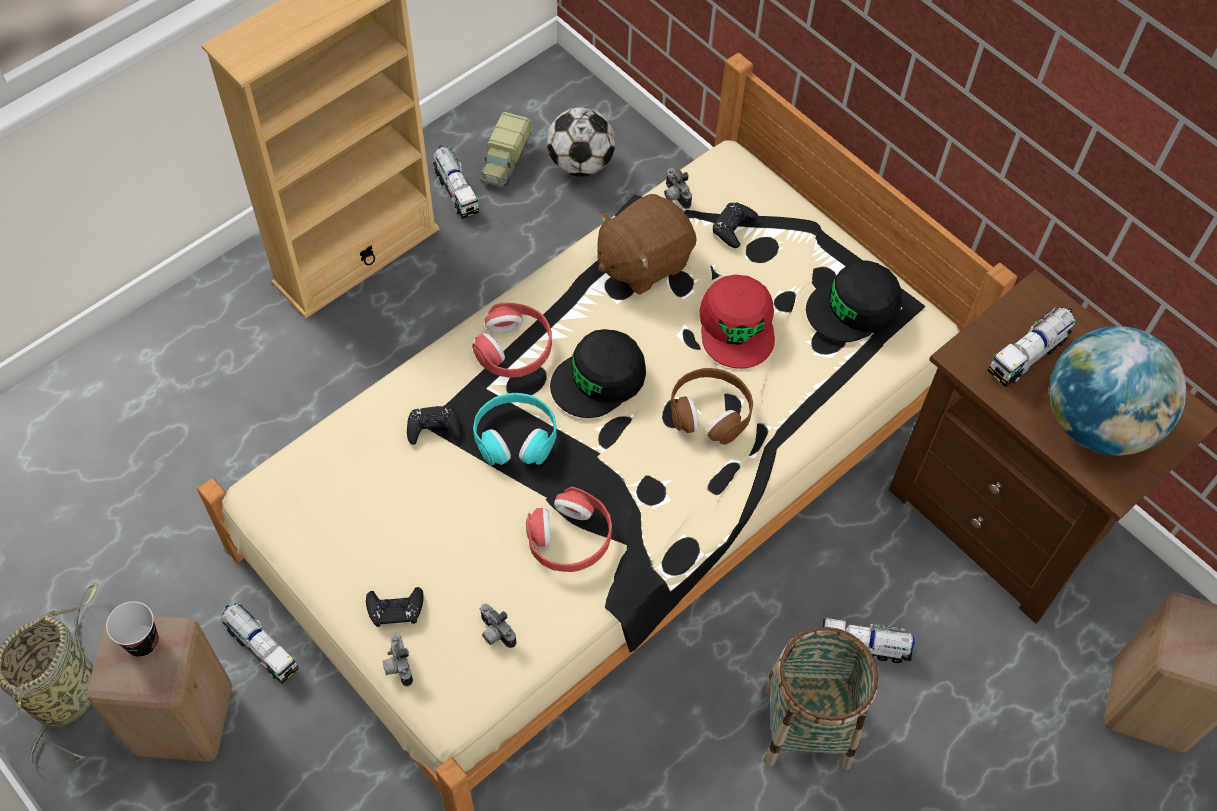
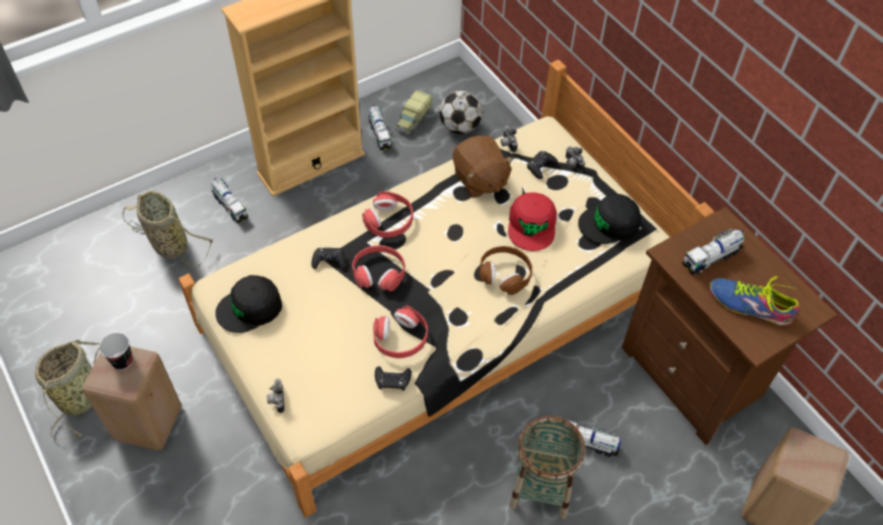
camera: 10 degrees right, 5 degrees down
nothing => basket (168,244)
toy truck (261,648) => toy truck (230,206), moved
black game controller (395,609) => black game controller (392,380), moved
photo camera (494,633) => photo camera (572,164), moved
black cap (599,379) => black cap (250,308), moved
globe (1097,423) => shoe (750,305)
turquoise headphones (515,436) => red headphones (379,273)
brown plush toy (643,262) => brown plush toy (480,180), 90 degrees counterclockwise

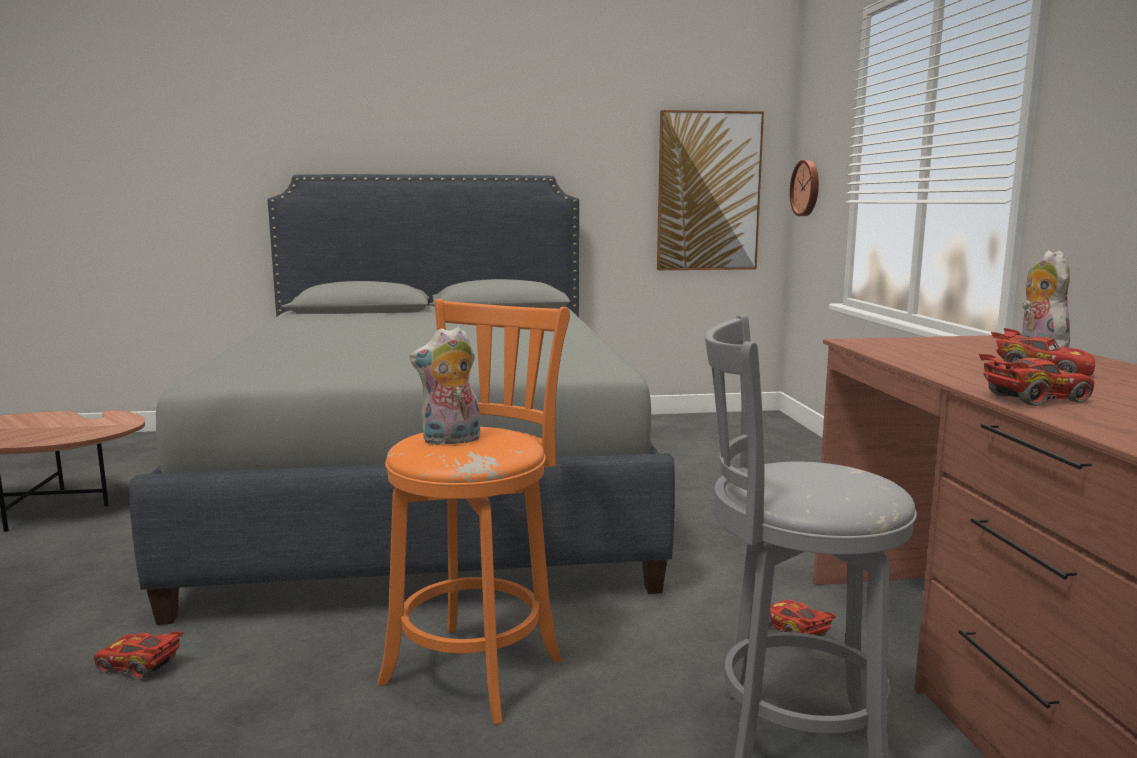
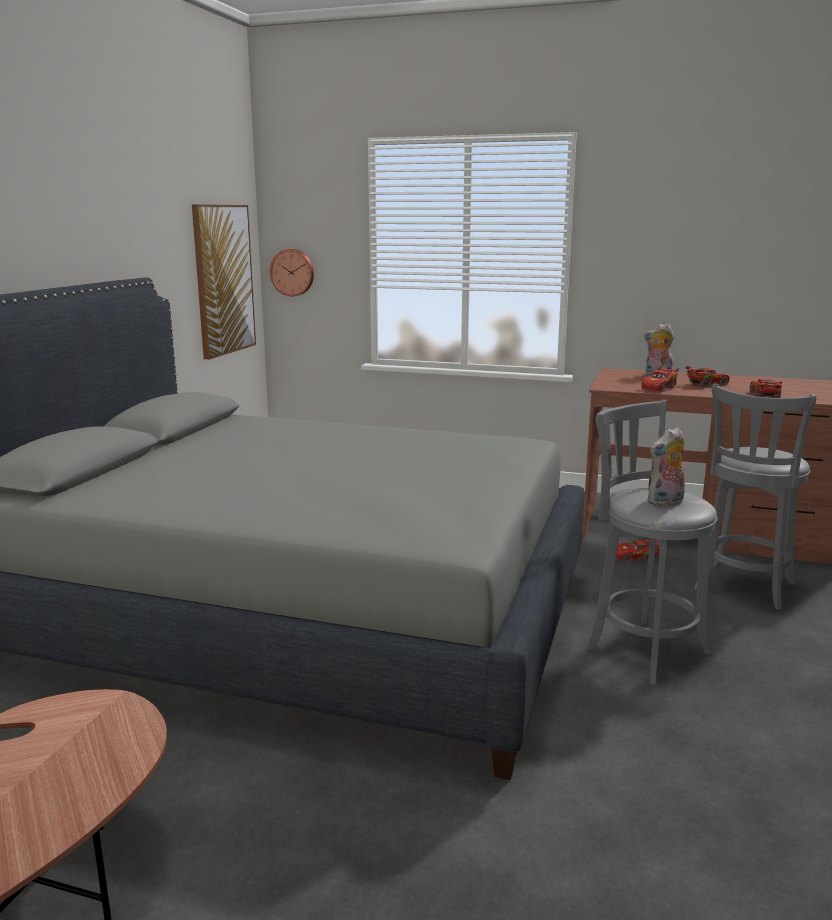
camera: 65 degrees left, 5 degrees up
red toy car (139,666) => red toy car (659,388), moved
orange stool (478,666) => grey stool (642,648)
plush toy (450,441) => plush toy (665,502), 60 degrees clockwise

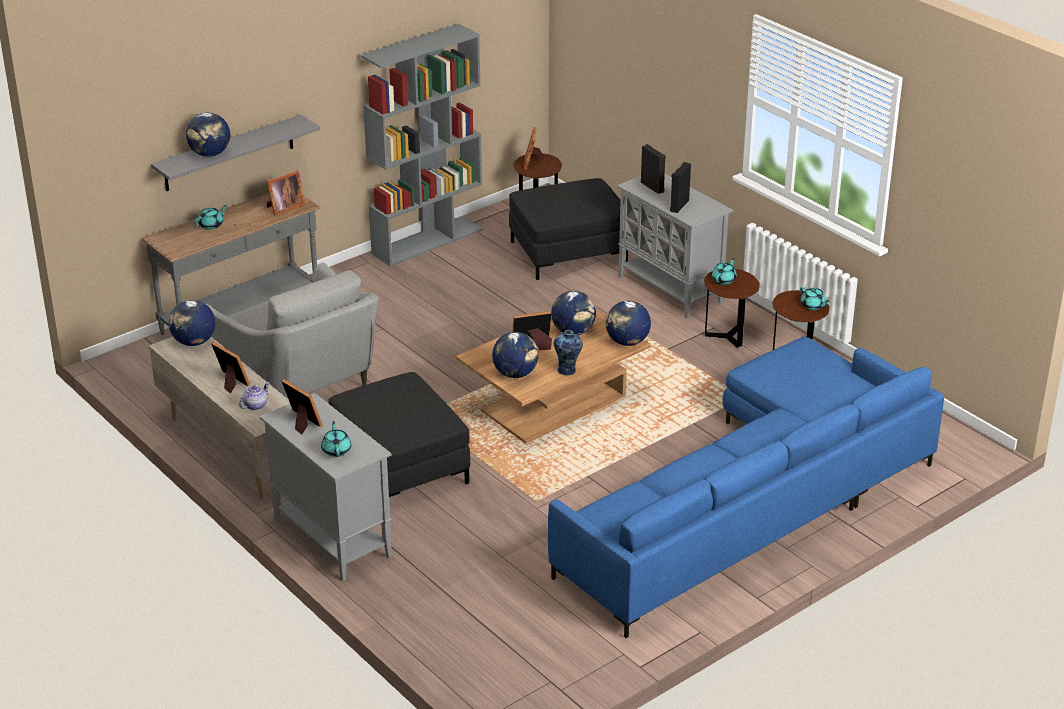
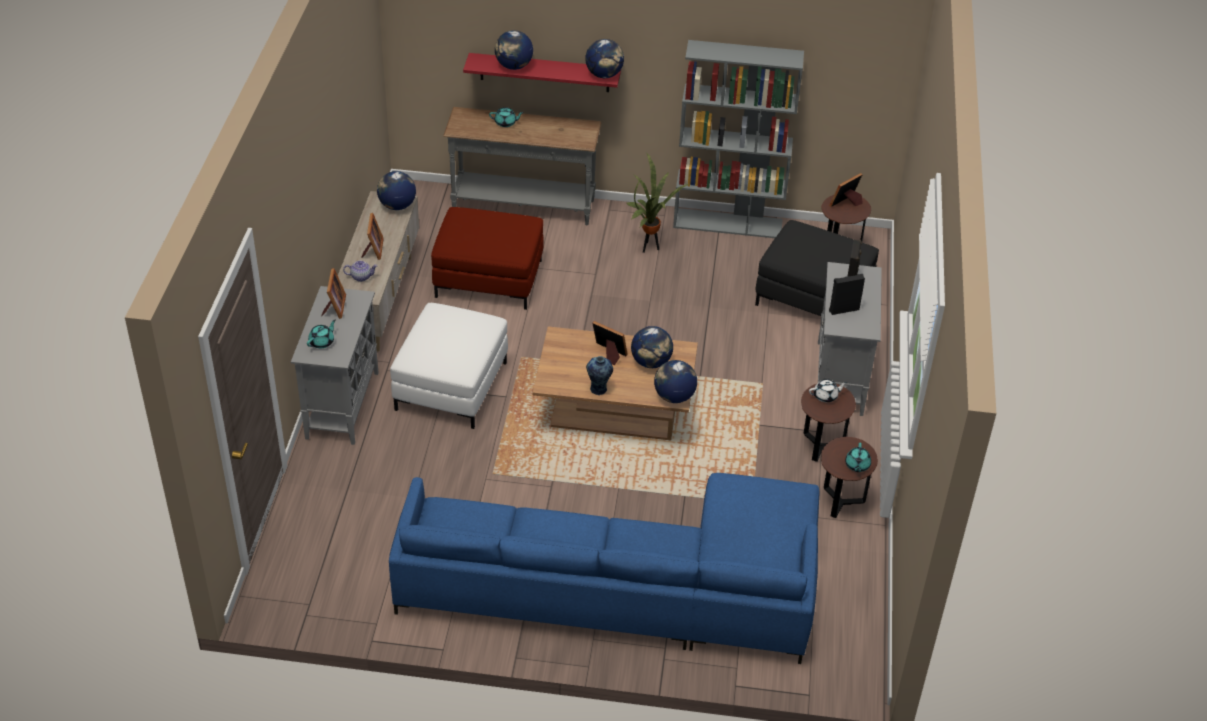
camera: 45 degrees right, 10 degrees up
picture frame (284,207) => nothing
nothing => potted plant (649,247)
globe (515,374) => globe (604,75), moved
grey armchair (300,381) => red ottoman (488,279)
grey shelf (229,153) => red shelf (544,72)
black ottoman (399,467) => white ottoman (451,385)
turquoise teapot (724,280) => white teapot (826,396)

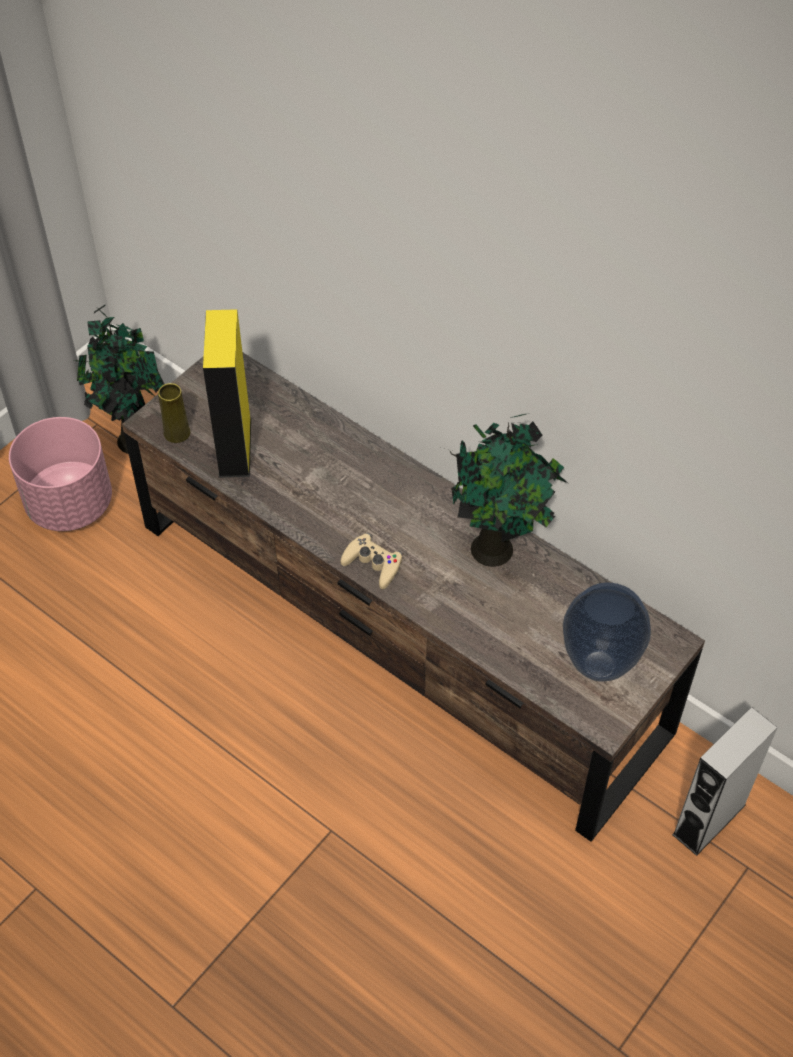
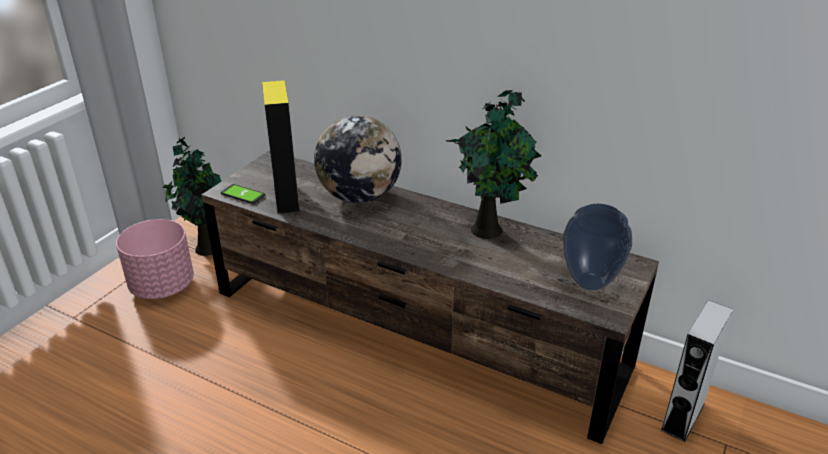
camera: 10 degrees left, 20 degrees down
beige game controller (373,564) => nothing
nothing => globe (359,196)
yellow vase (177,433) => phone (243,195)

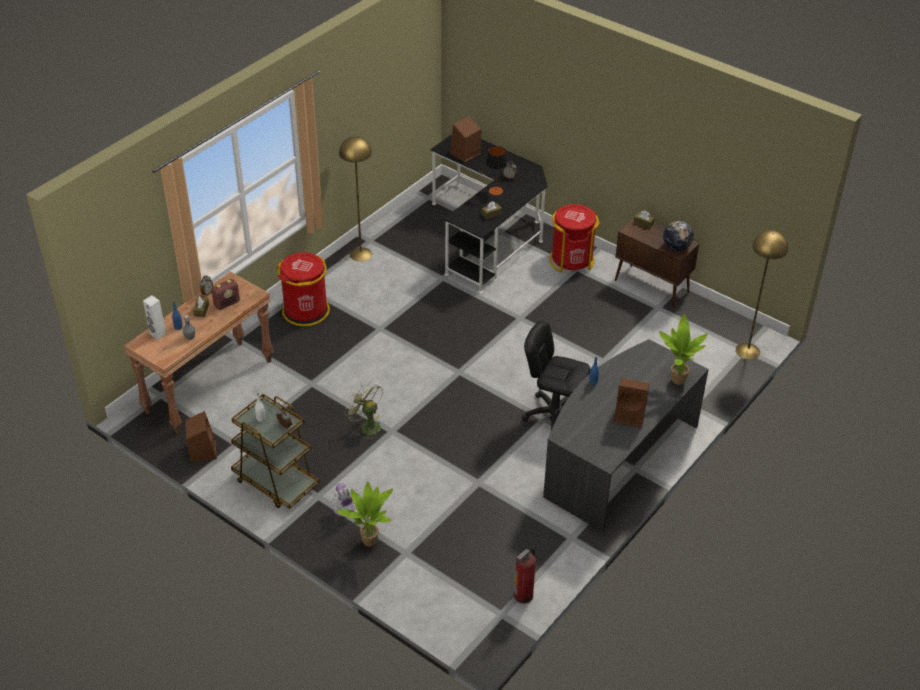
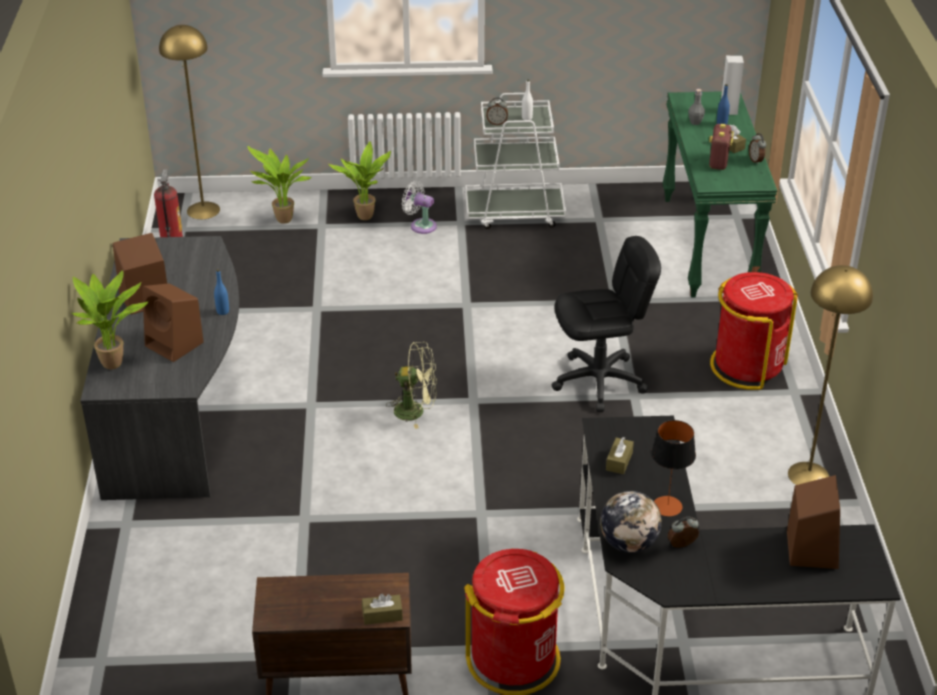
camera: 140 degrees right, 5 degrees down
nothing => potted plant (282,221)
brown speaker (202,450) => brown speaker (175,344), moved
green fan (366,426) => green fan (416,411), moved
black office chair (554,415) => black office chair (599,381), moved
globe (676,247) => globe (629,543), moved
yellow floor lamp (748,351) => yellow floor lamp (203,210), moved
brown console table (209,386) => green console table (708,246)
brown cart (275,482) => white cart (515,213)

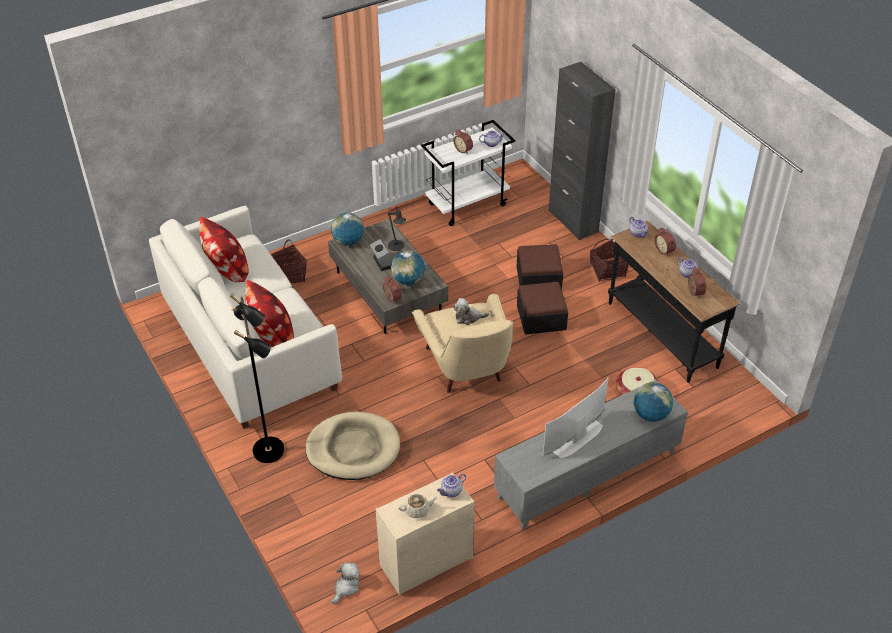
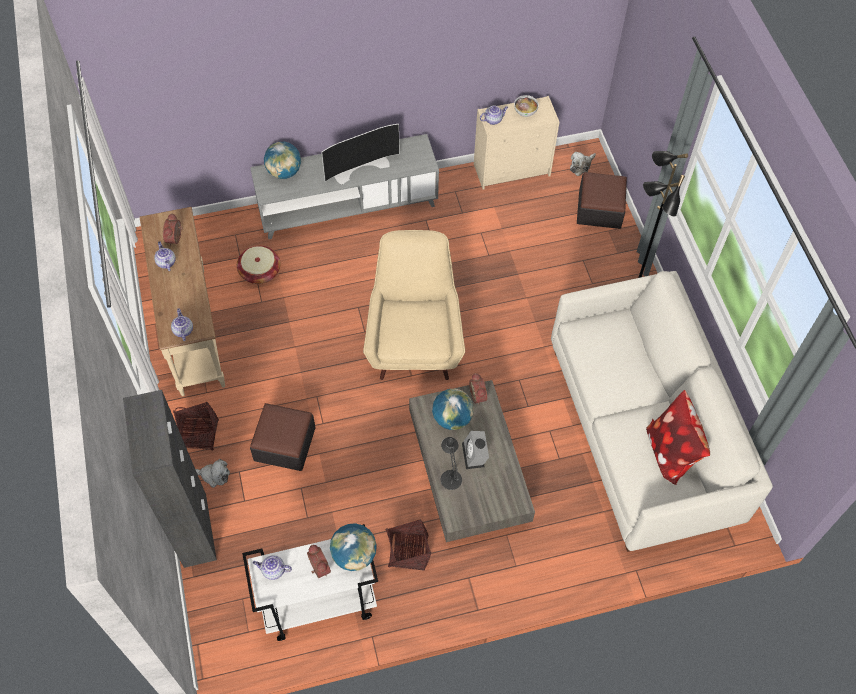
camera: 165 degrees left, 15 degrees up
pillow (272,336) => nothing
beige dog bed (353,449) => nothing
alarm clock (665,250) => nothing
basket (290,275) => basket (408,552), moved
globe (348,241) => globe (354,555), moved
plush toy (468,317) => plush toy (214,475), moved
ottoman (541,318) => ottoman (599,209), moved
beige teapot (417,510) => bowl (525,112)
black console table (661,335) => beige console table (194,330)

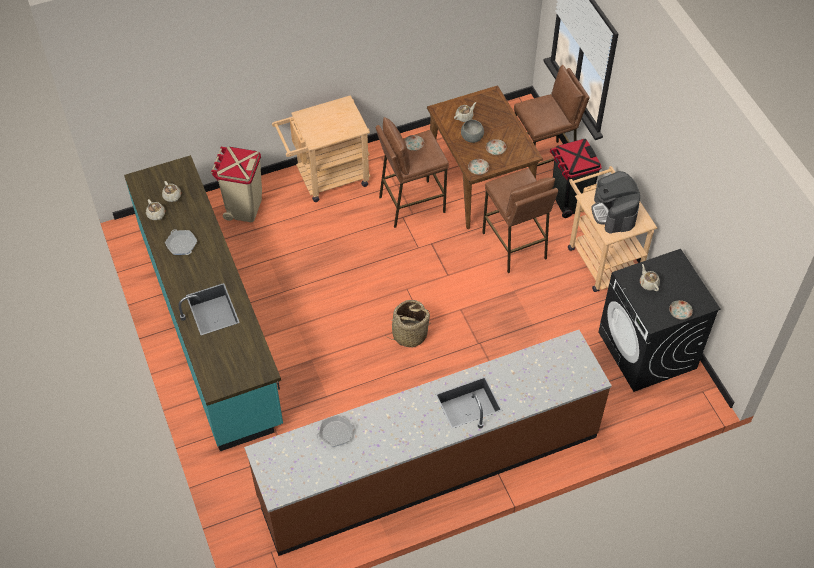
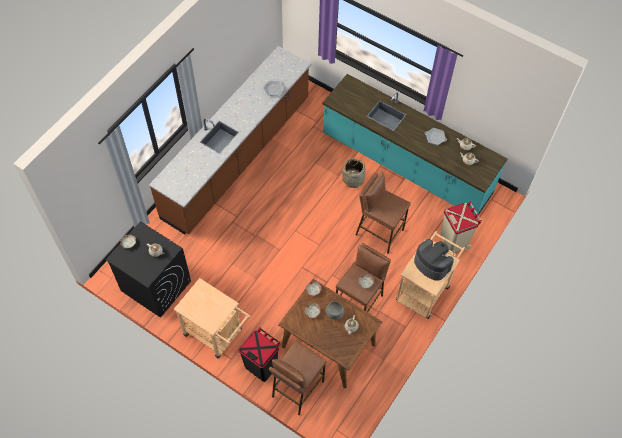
camera: 145 degrees right, 5 degrees up
basket (409,334) => basket (353,179), moved
brown stool (514,245) => brown stool (379,232), moved
coffee machine (614,213) => coffee machine (431,264), moved

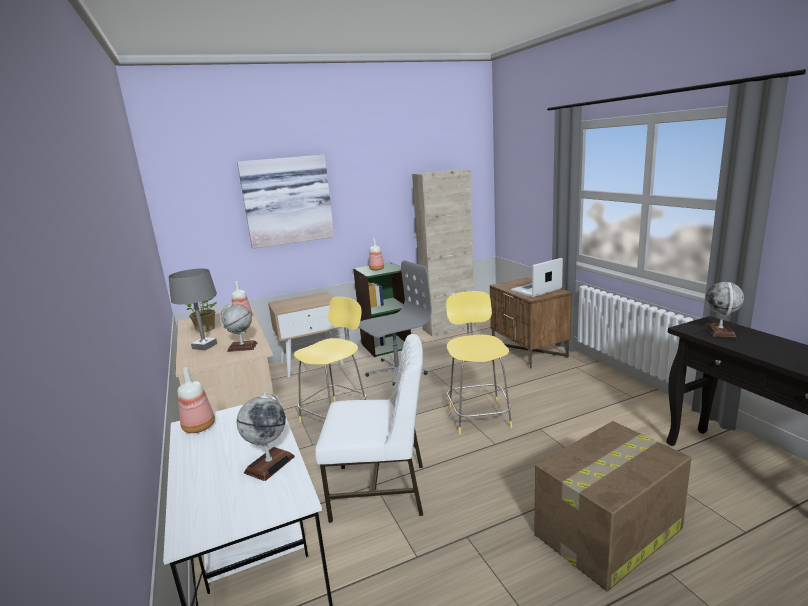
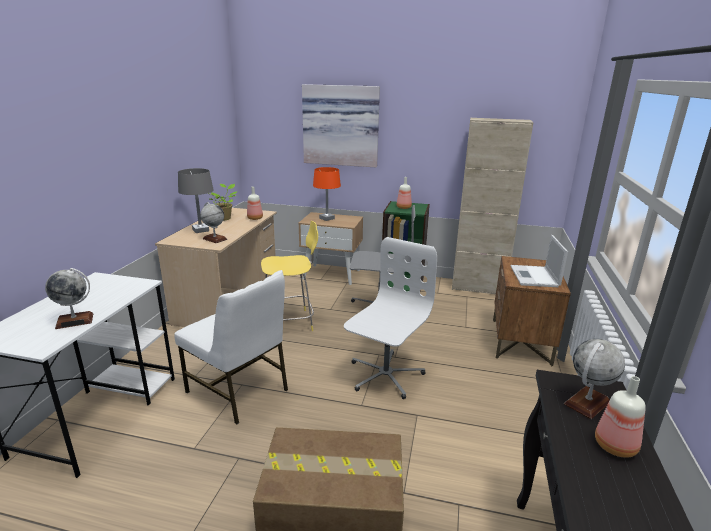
camera: 35 degrees right, 5 degrees up
nothing => orange table lamp (327,218)
bottle (199,426) => bottle (615,445), moved
yellow stool (478,415) => white office chair (385,375)
laptop (535,290) => laptop (534,277), 90 degrees counterclockwise

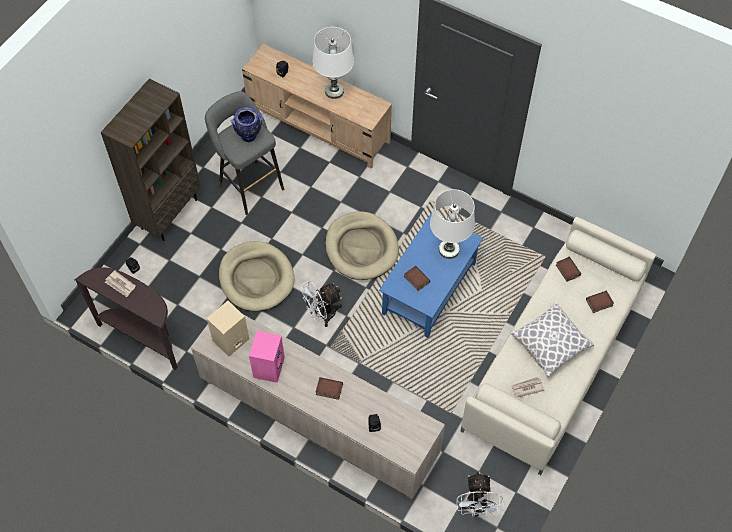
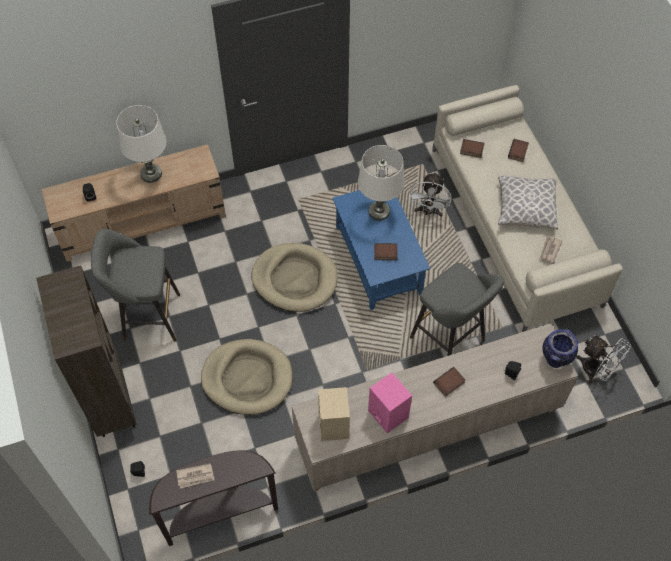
camera: 50 degrees left, 0 degrees up
nothing => grey stool (450,341)
vase (249,136) => vase (555,359), moved
white fan (322,314) => white fan (428,211), moved

